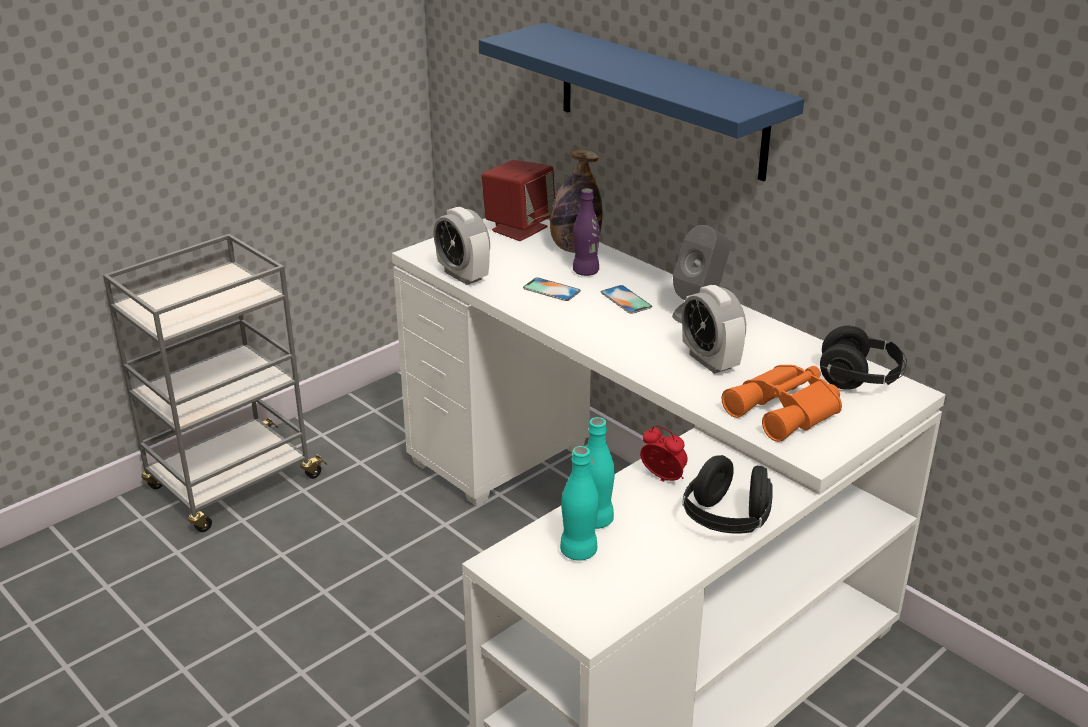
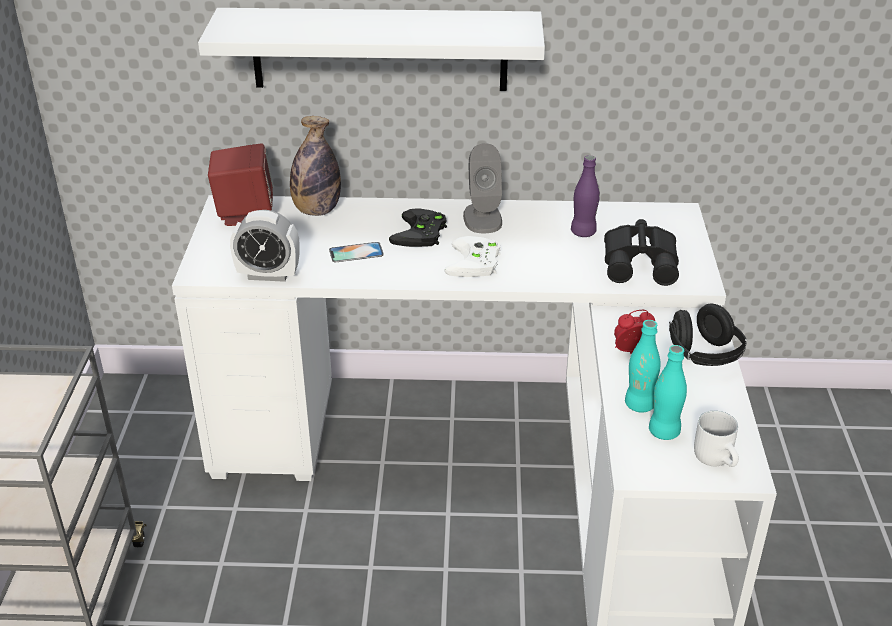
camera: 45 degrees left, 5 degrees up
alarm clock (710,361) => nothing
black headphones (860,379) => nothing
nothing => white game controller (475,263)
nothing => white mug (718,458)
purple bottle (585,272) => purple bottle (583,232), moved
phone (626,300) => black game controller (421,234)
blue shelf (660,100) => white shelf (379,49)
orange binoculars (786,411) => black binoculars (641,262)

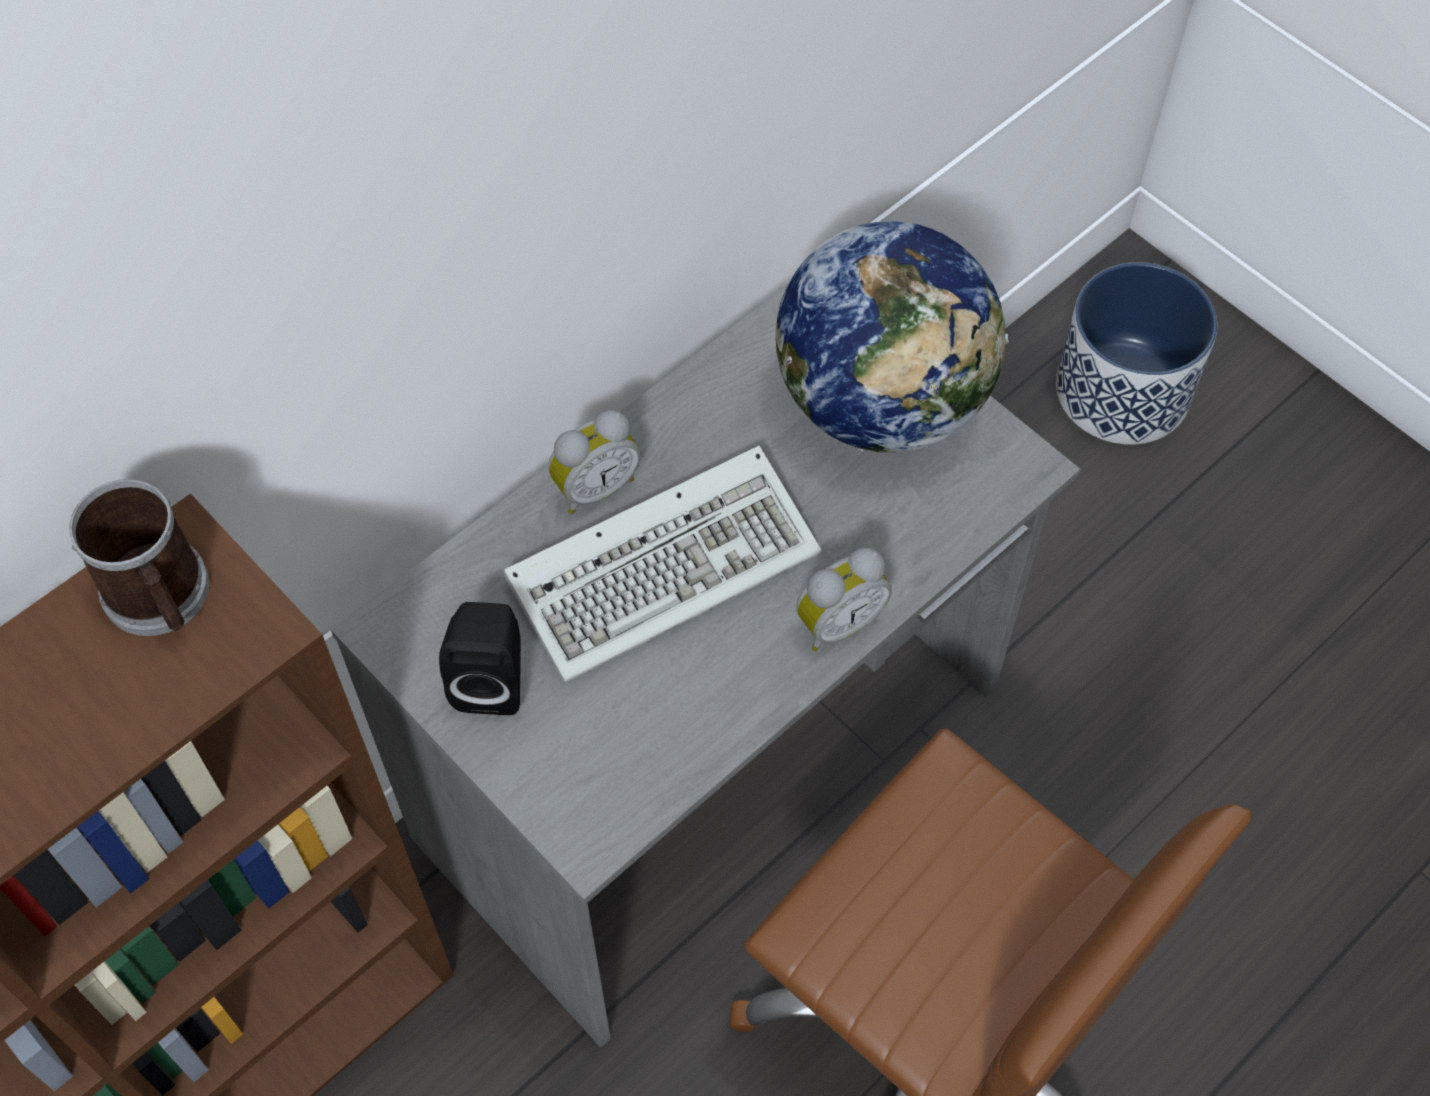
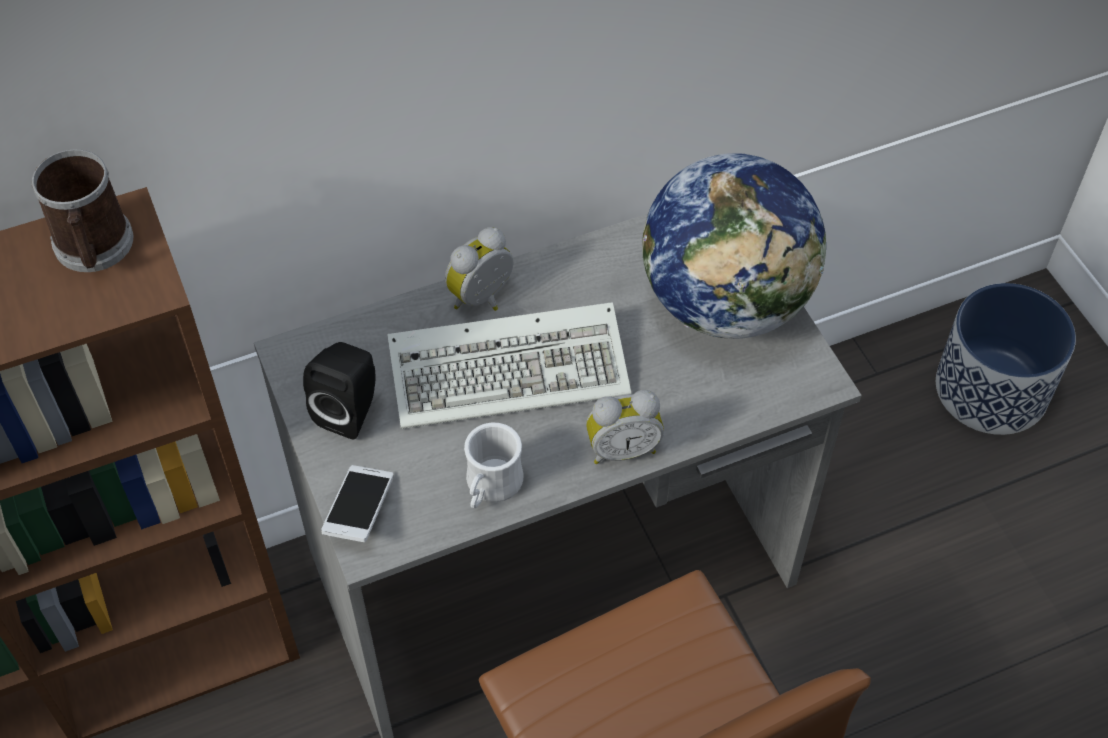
camera: 20 degrees right, 5 degrees down
nothing => phone (359,511)
nothing => white mug (490,487)
alarm clock (594,486) => alarm clock (483,300), 150 degrees clockwise

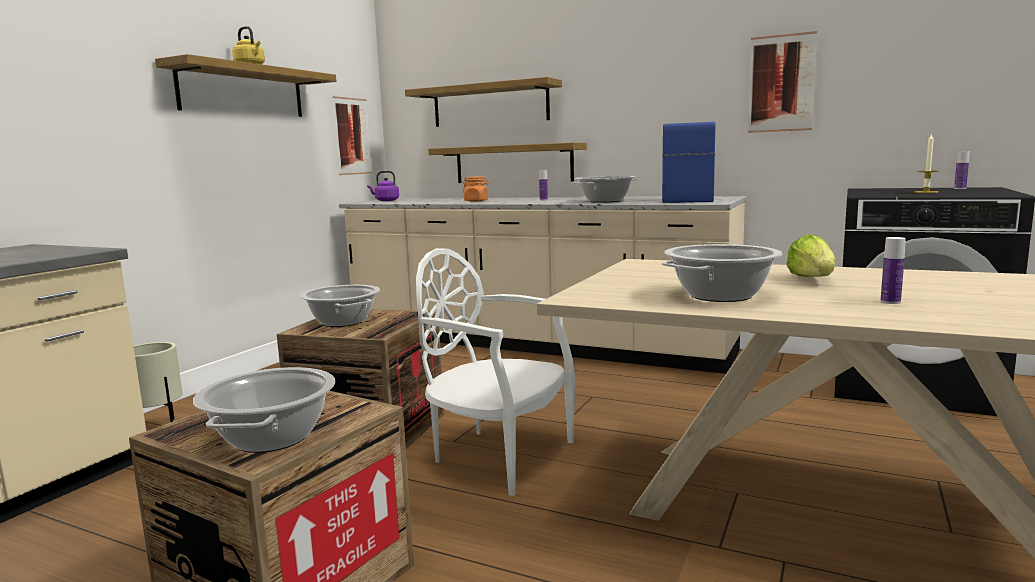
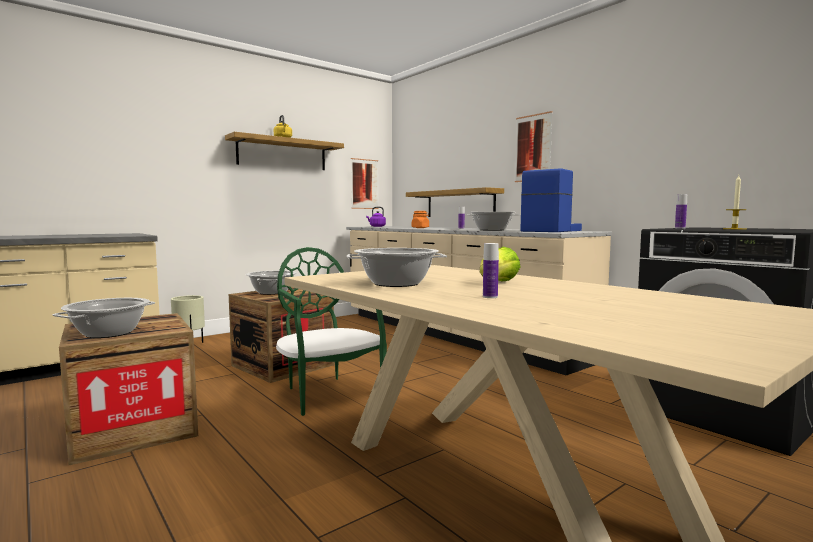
camera: 25 degrees right, 5 degrees down
shelf (490,105) => nothing
picture (781,83) => picture (533,148), moved
bottle (960,188) => bottle (680,228), moved
white chair (498,455) => green chair (328,393)

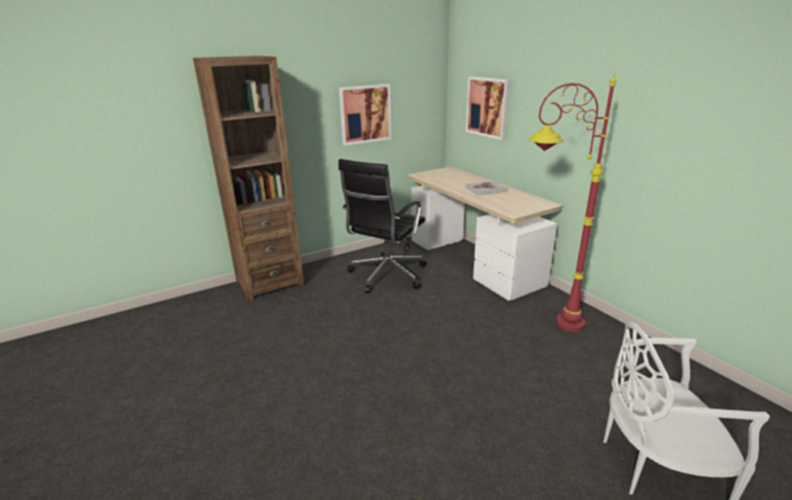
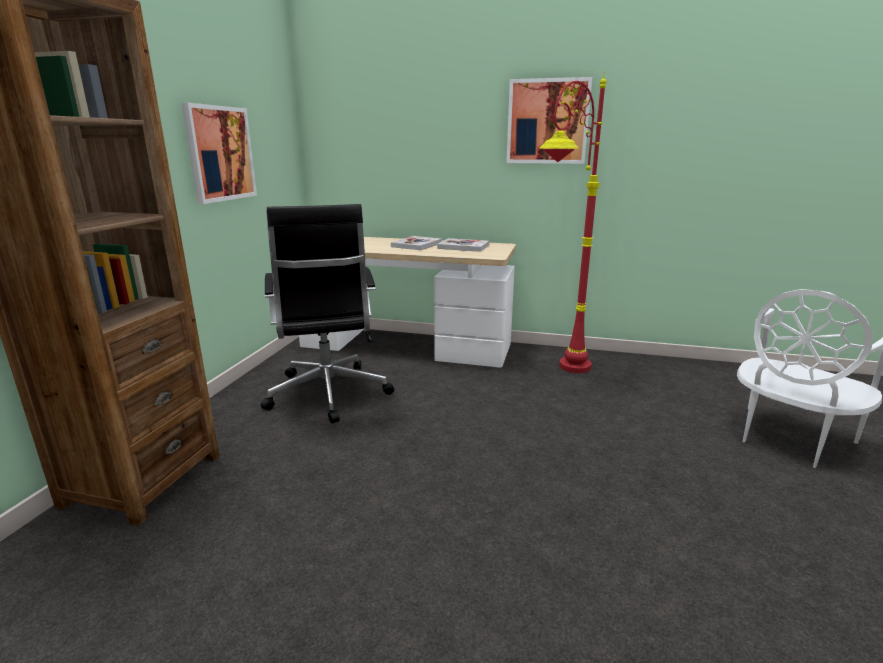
camera: 45 degrees left, 5 degrees down
nothing => book (463,247)
picture (487,107) => picture (547,122), moved

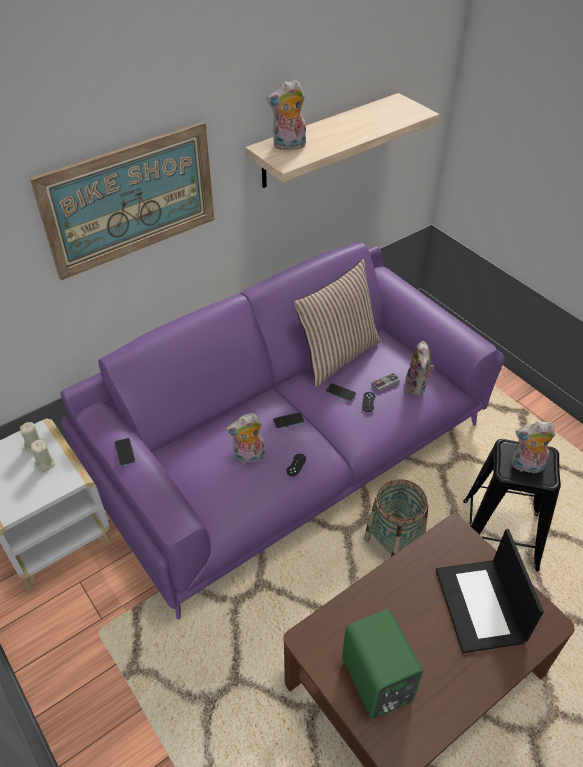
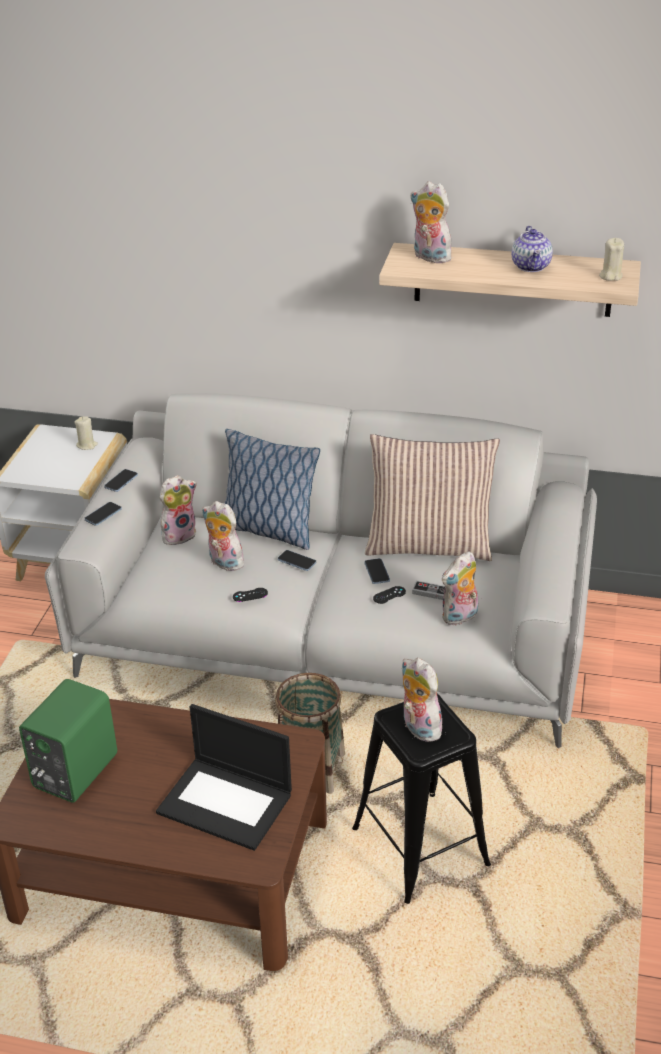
camera: 50 degrees right, 10 degrees down
picture (130,200) => nothing
nothing => phone (103,515)
nothing => plush toy (179,534)
nothing => pillow (268,530)
nothing => teapot (531,266)
beige candle (45,464) => beige candle (610,276), moved
purple sofa (292,455) => grey sofa (335,638)
laptop (481,606) => laptop (227,803), 105 degrees counterclockwise

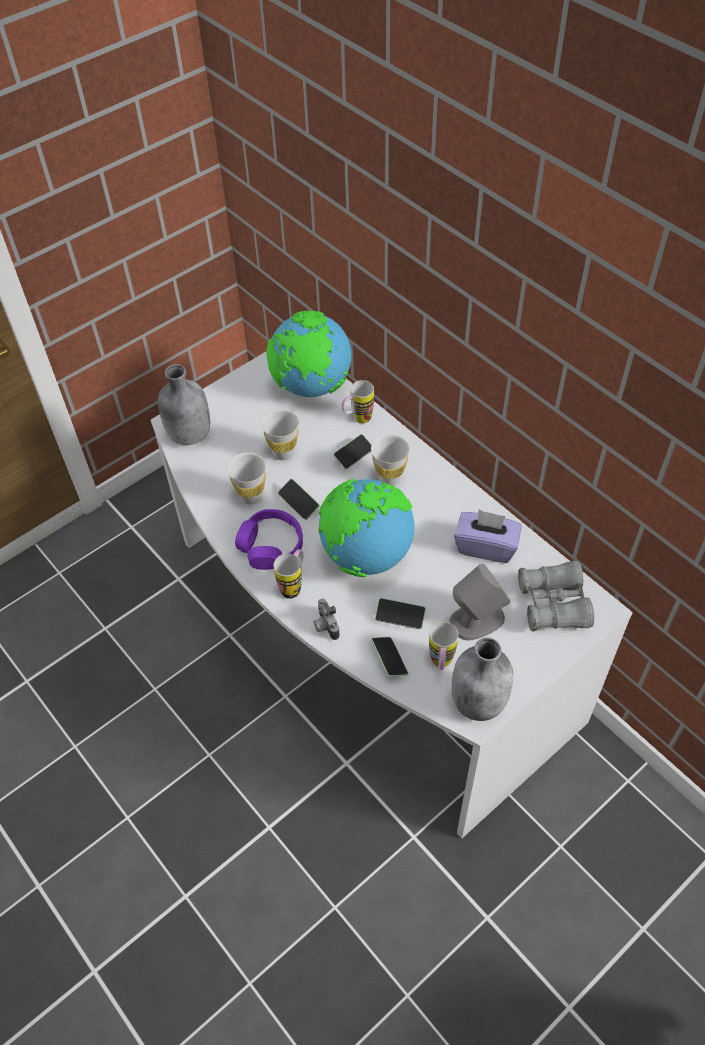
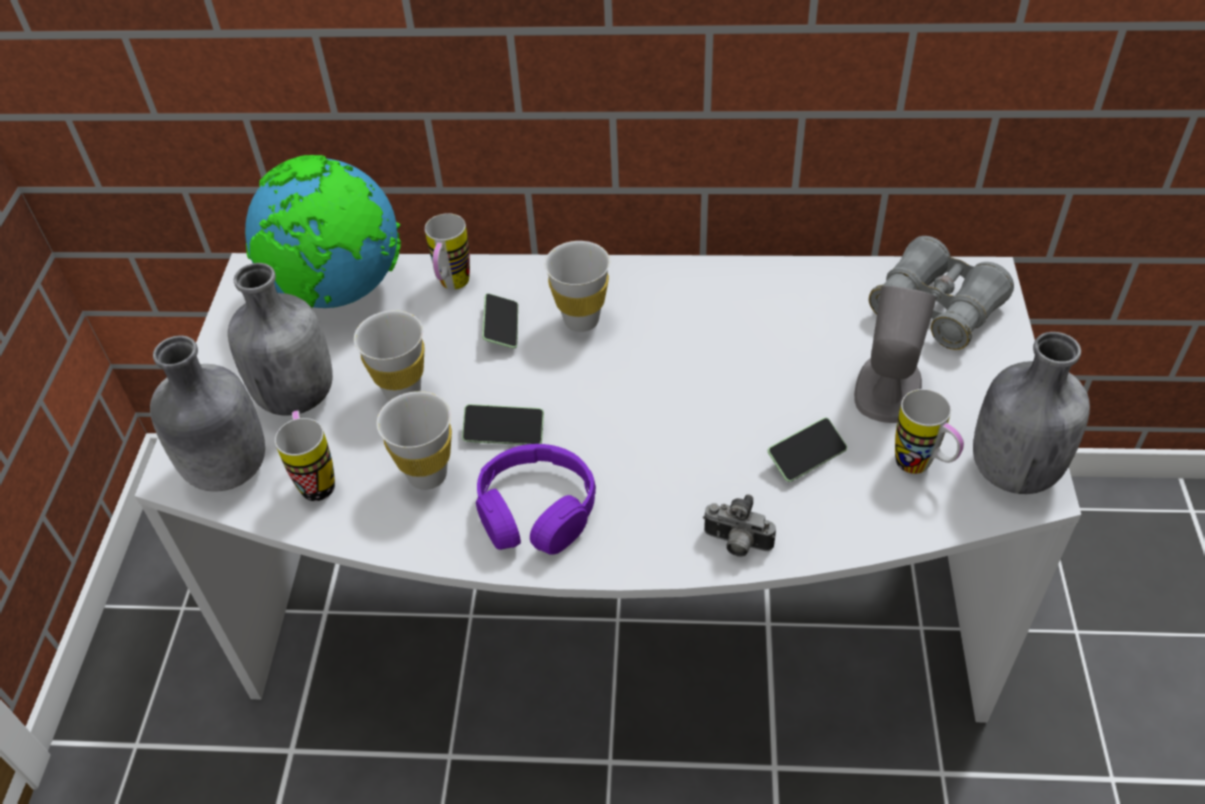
camera: 45 degrees left, 5 degrees down
globe (365,555) => nothing
phone (389,660) => nothing
purple tissue box (485,546) => nothing
nothing => grey bottle (296,395)
mug (294,585) => mug (316,479), moved

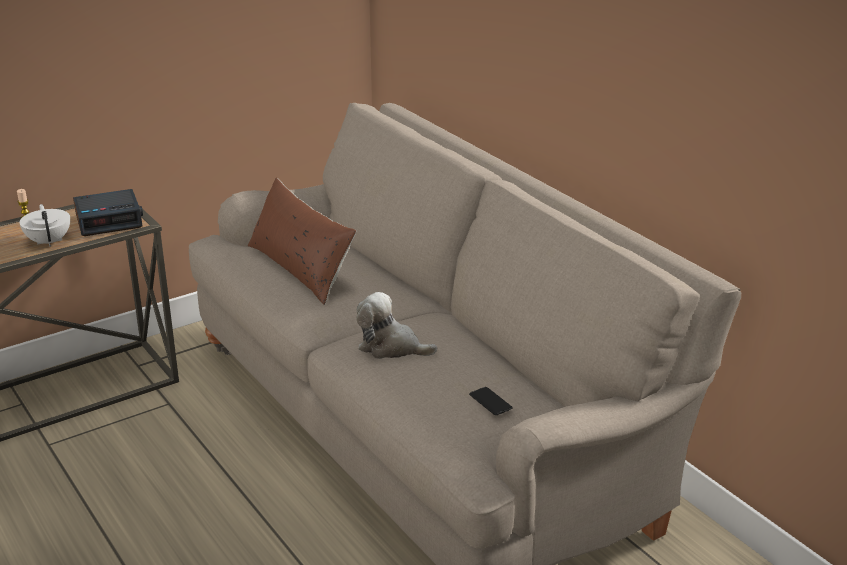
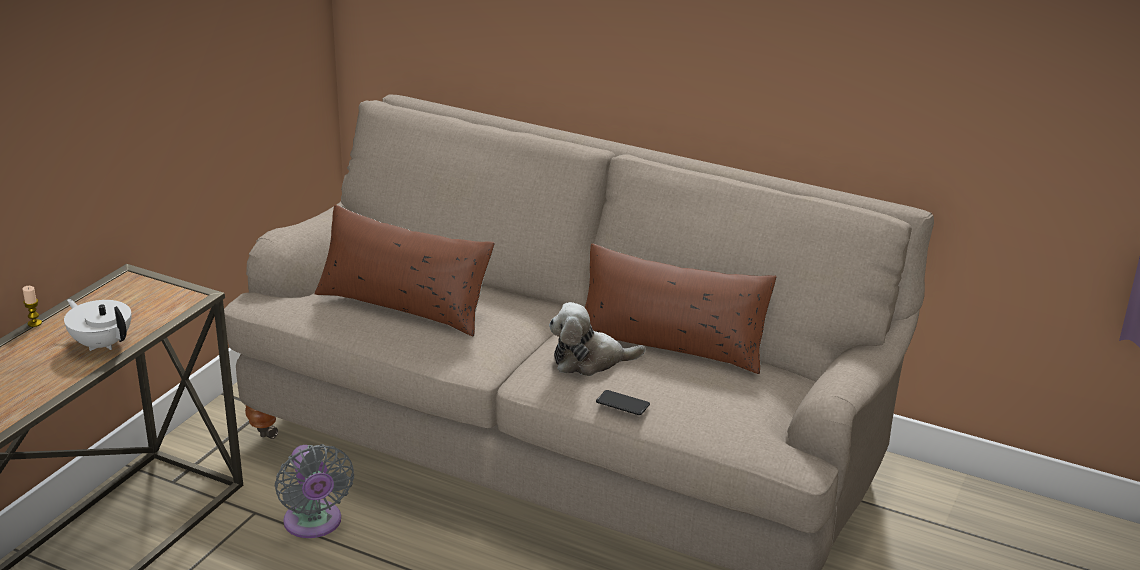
camera: 30 degrees left, 0 degrees up
alarm clock (109,220) => nothing
nothing => grey fan (314,524)
nothing => brown pillow (671,344)
phone (490,402) => phone (622,403), moved

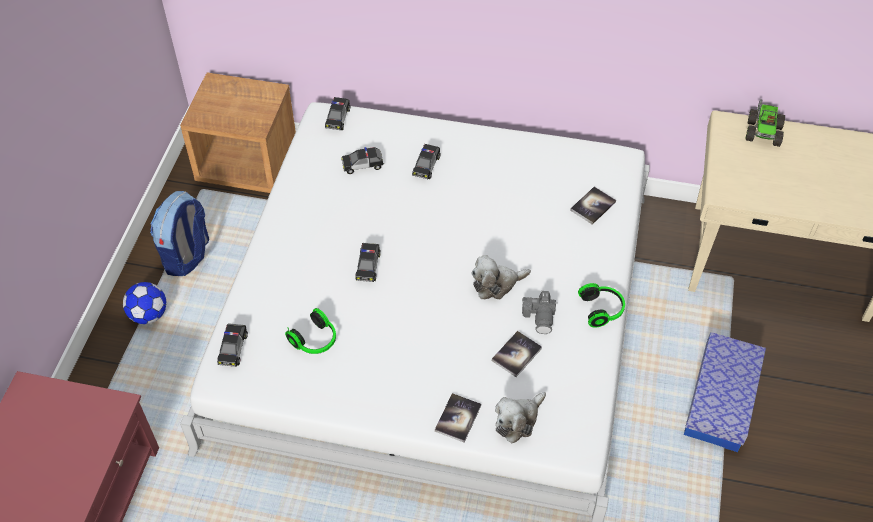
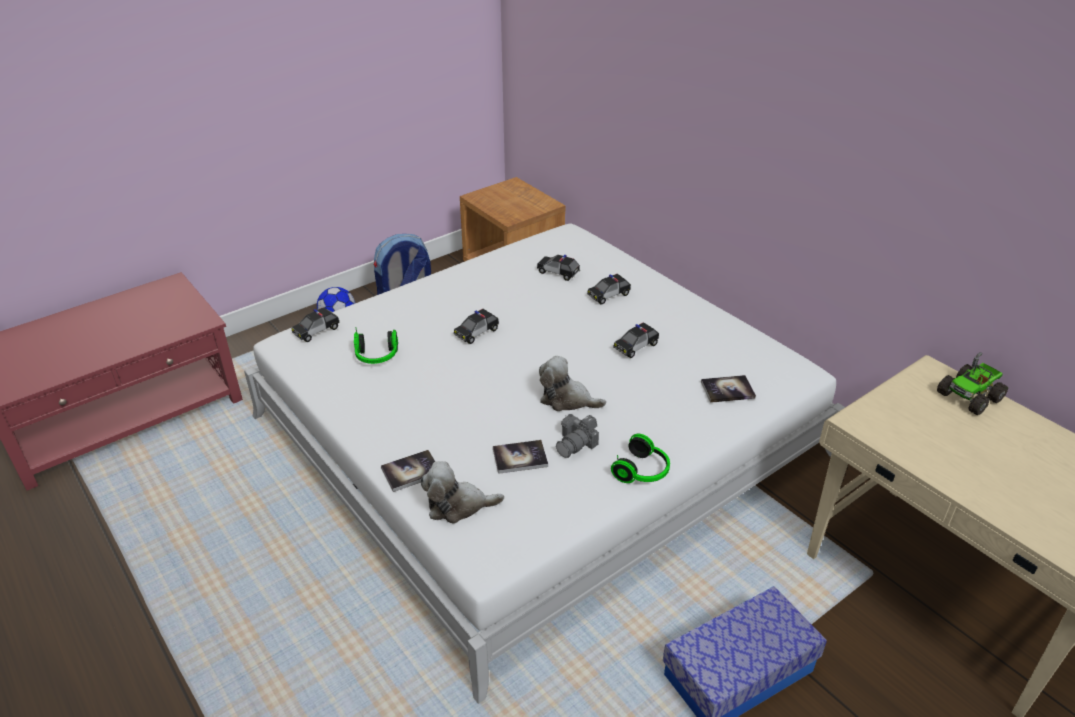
camera: 40 degrees right, 15 degrees down
toy car (338,118) => toy car (636,346), moved

